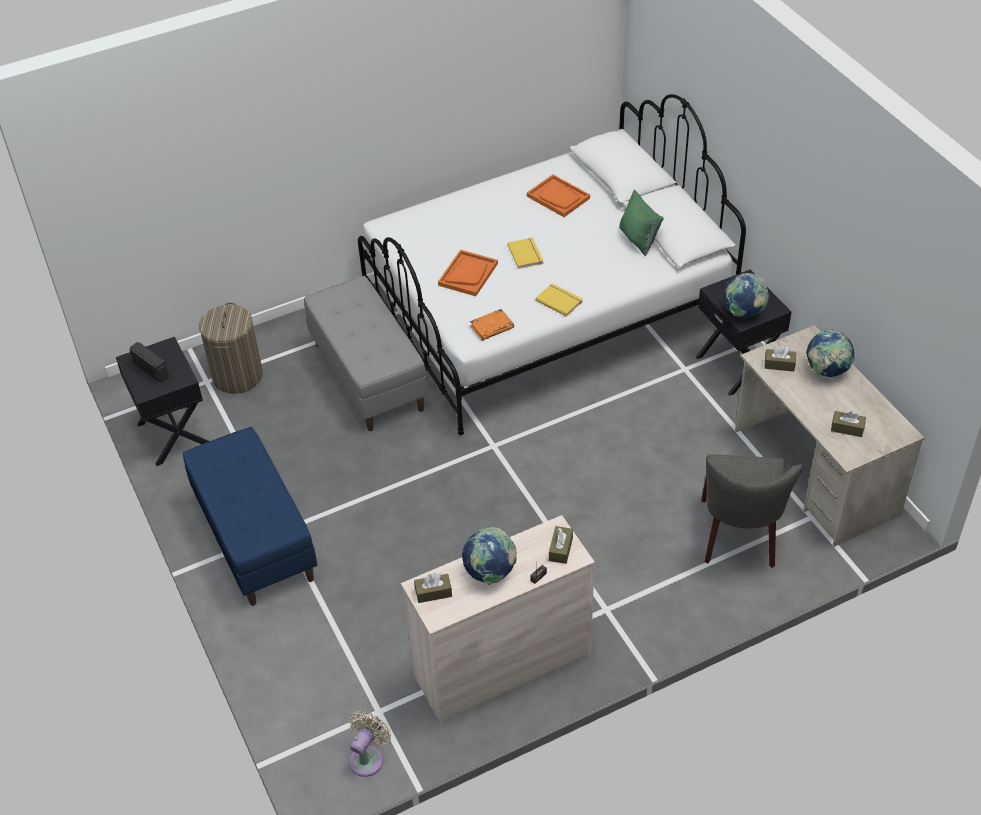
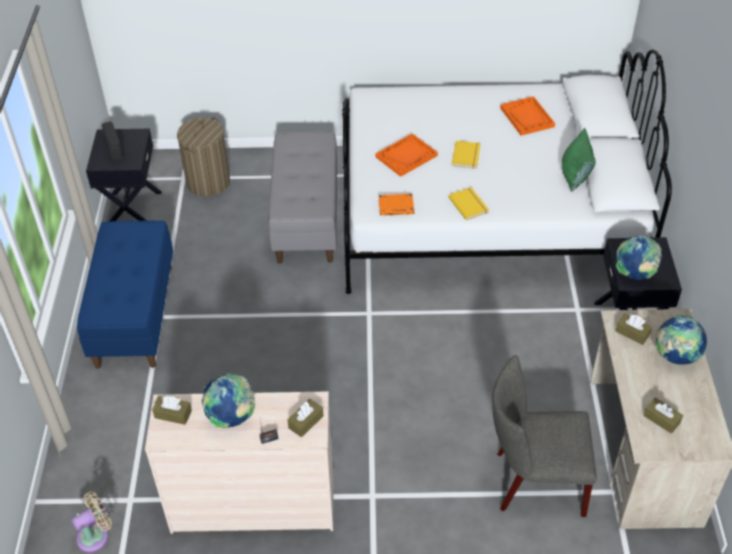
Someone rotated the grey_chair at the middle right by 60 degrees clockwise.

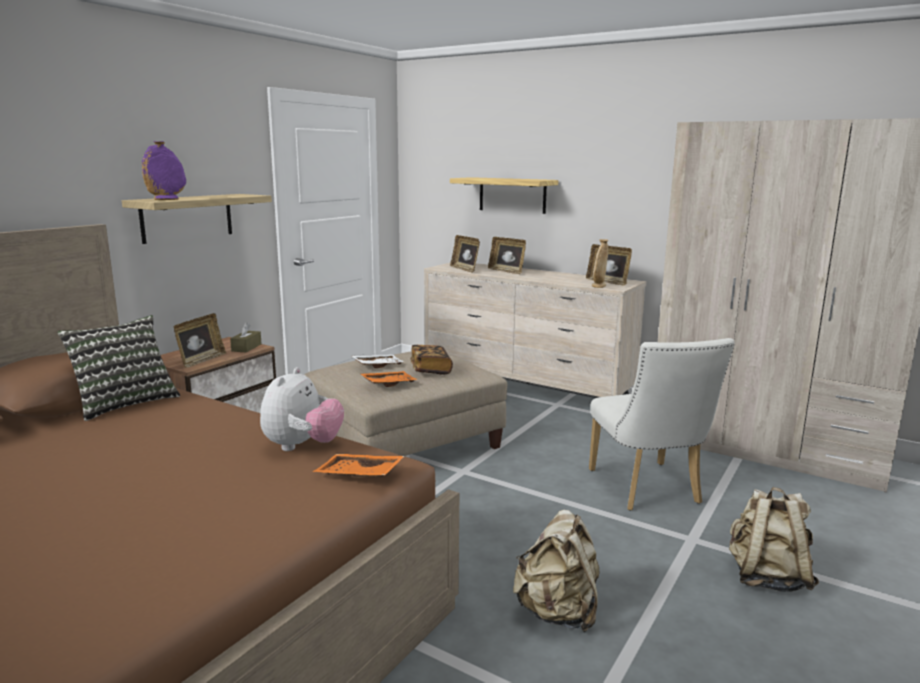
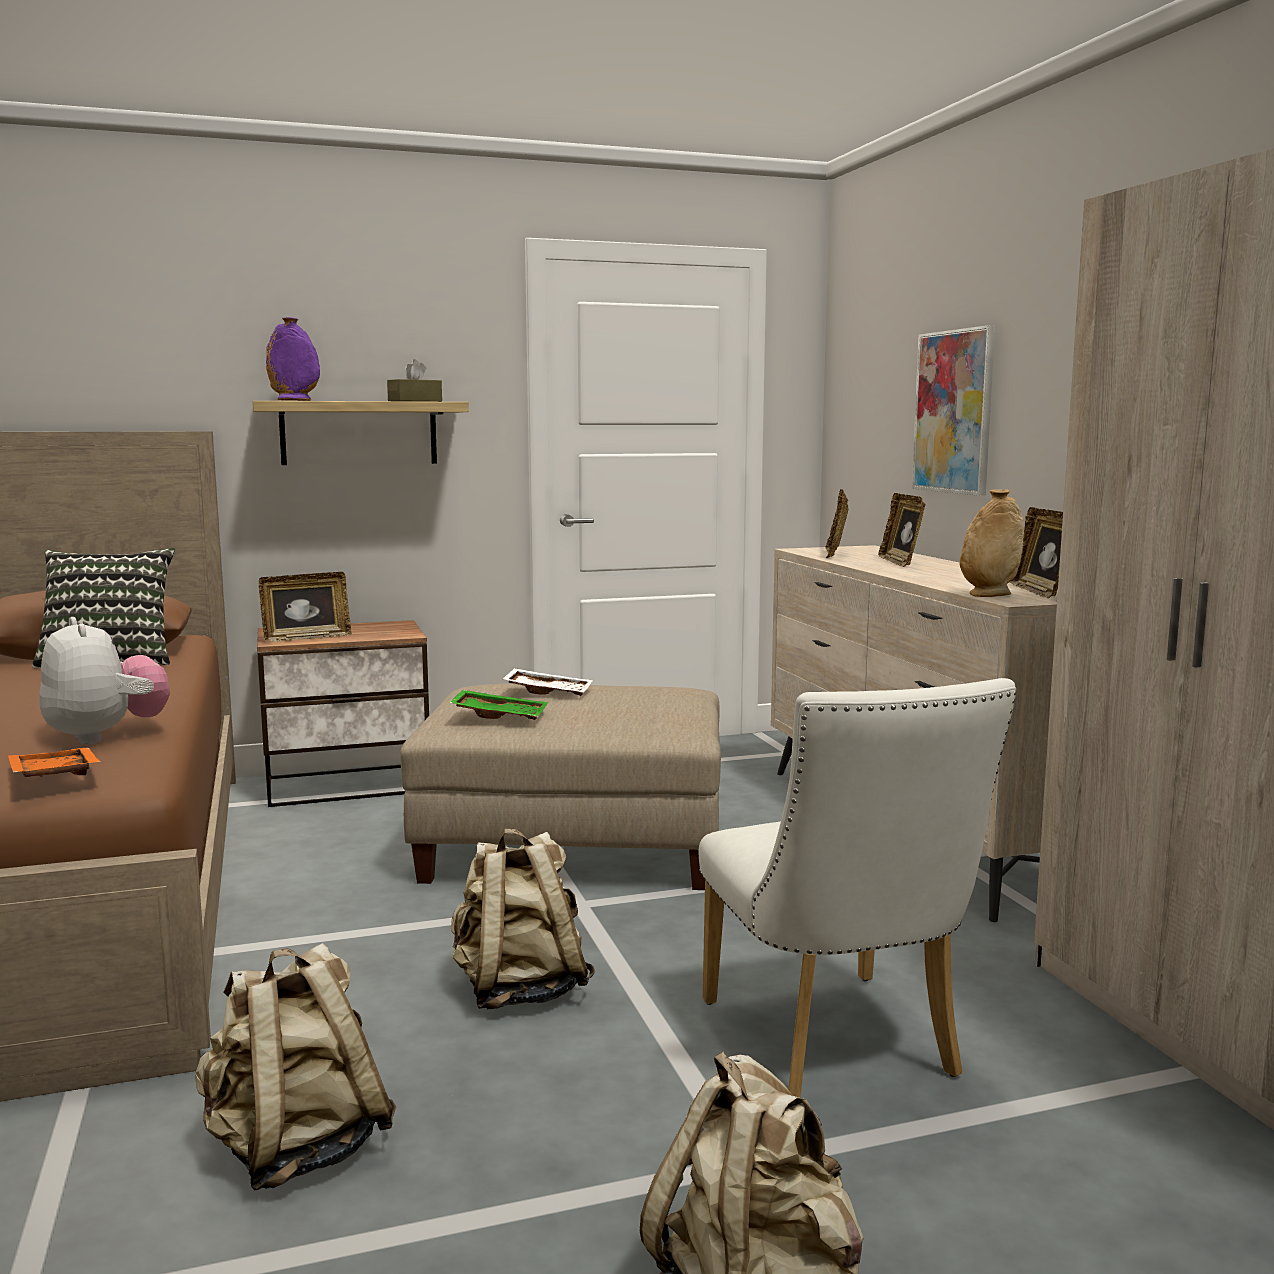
Someone took away the bound_book at the centre. Someone put down the sand-coloured_knapsack (no. 2 from left) at the bottom centre. Someone carried the brownish_tissue_holder from the middle left to the top left. Someone swapped the bracket_shelf (no. 2 from left) at the top centre for the wall_art at the top right. Someone repainted the orange-coloured_tray (no. 2 from left) at the centre, which became the green-coloured_tray at the centre. Someone rotated the soft_toy at the middle left by 90 degrees counterclockwise. Someone rotated the whitish_chair at the middle right by 45 degrees counterclockwise.

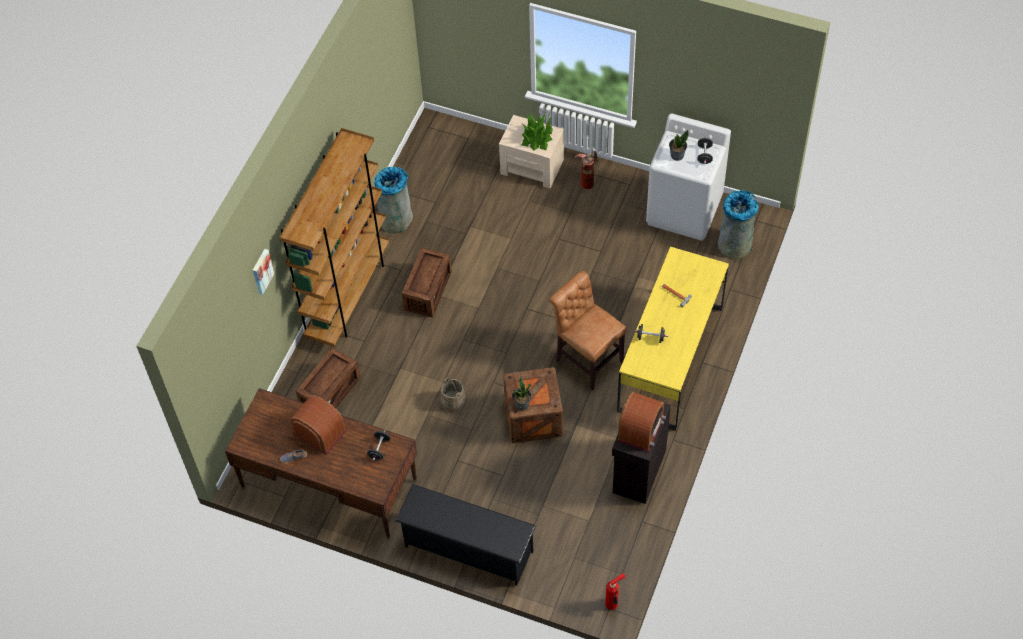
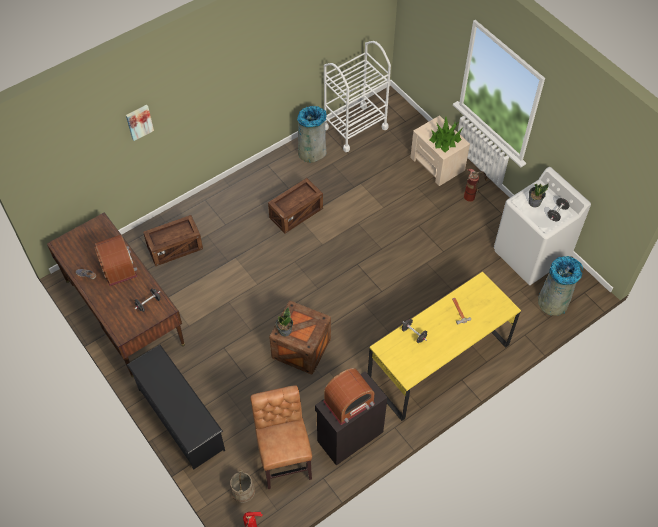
Someone took away the brownish_bookshelf at the middle left. Someone put down the whitish_trolley at the top centre. Someone carried the sand-coloured_pail from the centre to the bottom centre. Someone carried the brownish_chair from the centre to the bottom centre.

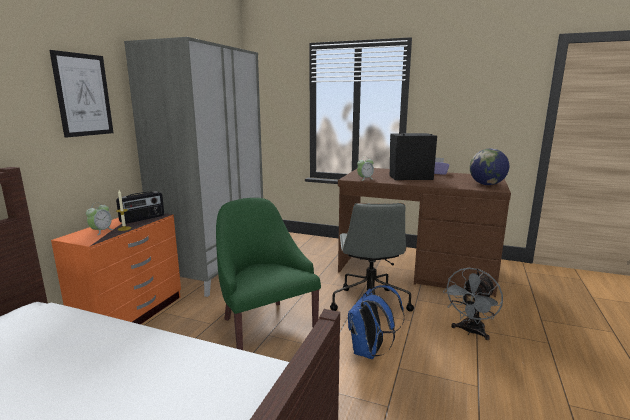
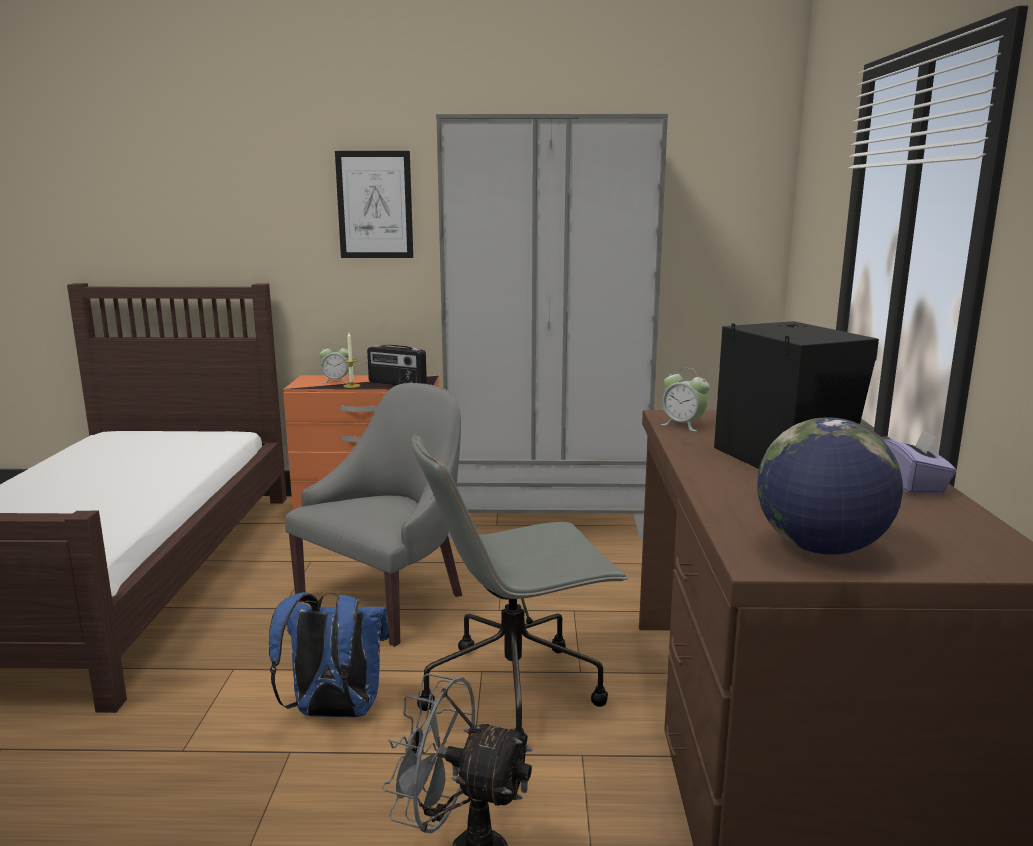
Someone repainted the green-coloured_easy_chair at the centre, which became the grey_easy_chair at the centre.

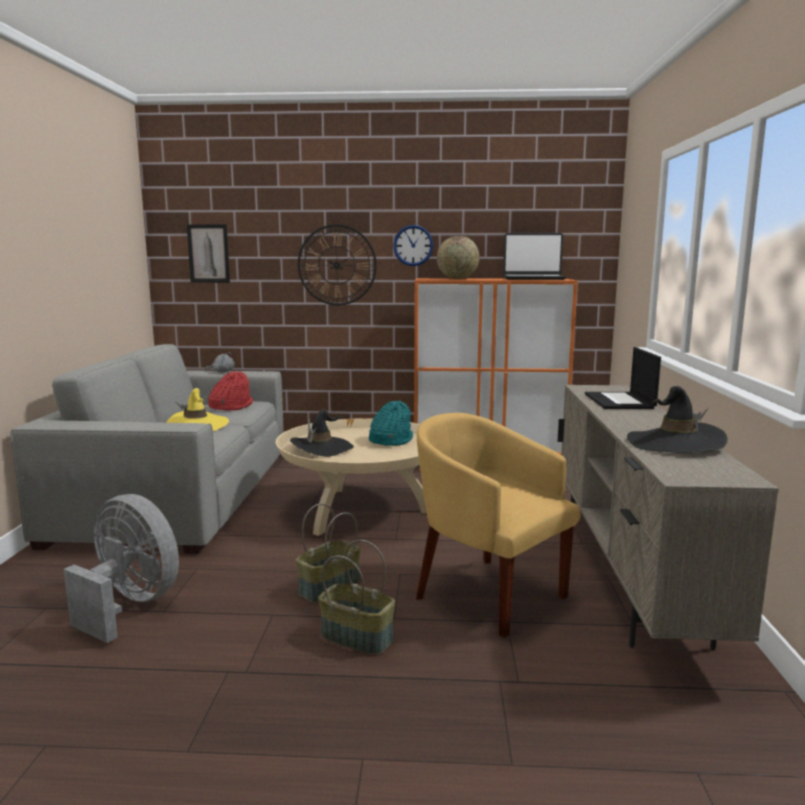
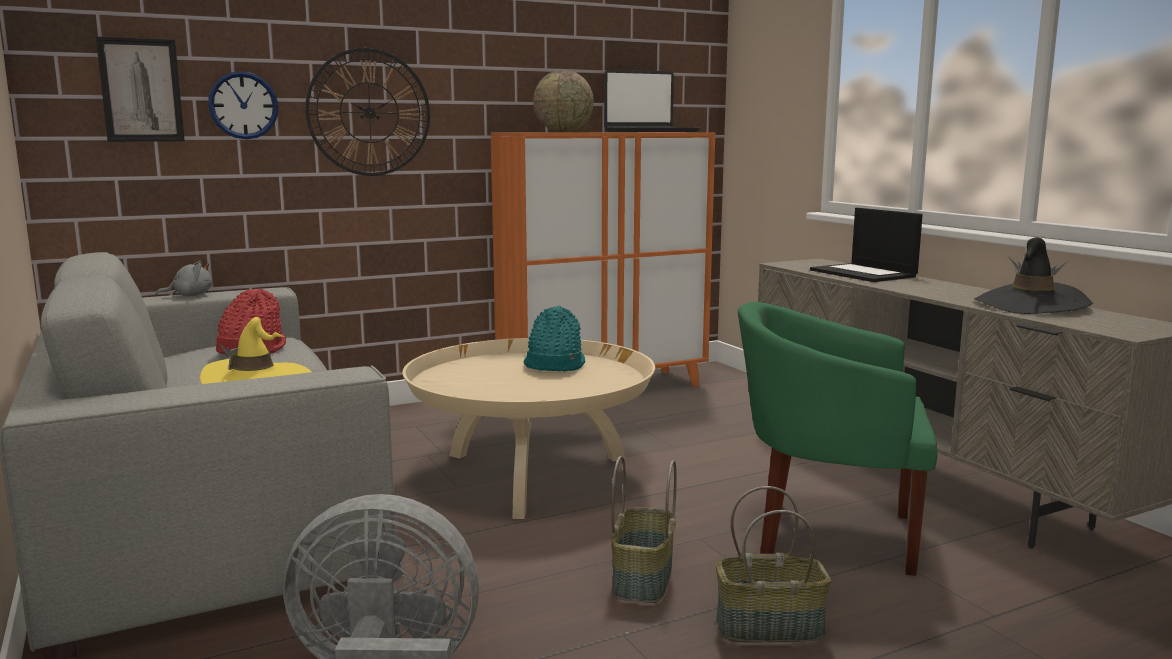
Someone took away the black-coloured_wearable_hat (no. 1 from left) at the centre. Someone carried the hanging_clock (no. 2 from left in the first image) from the top centre to the top left. Someone repainted the yellow-coloured_easy_chair at the centre, which became the green-coloured_easy_chair at the middle right.

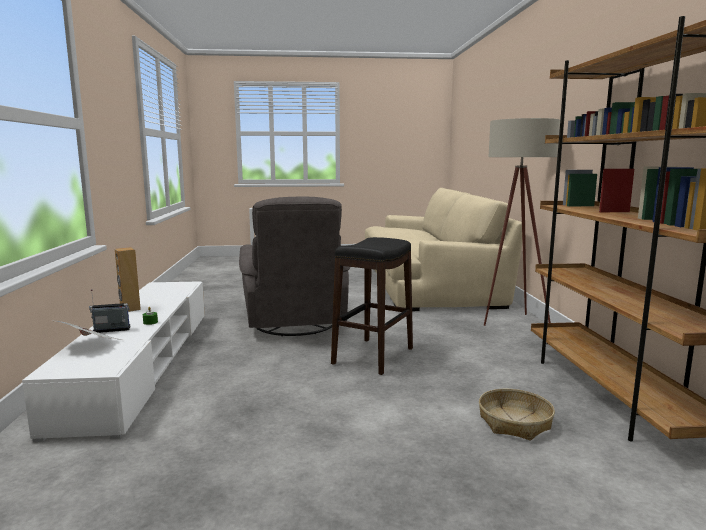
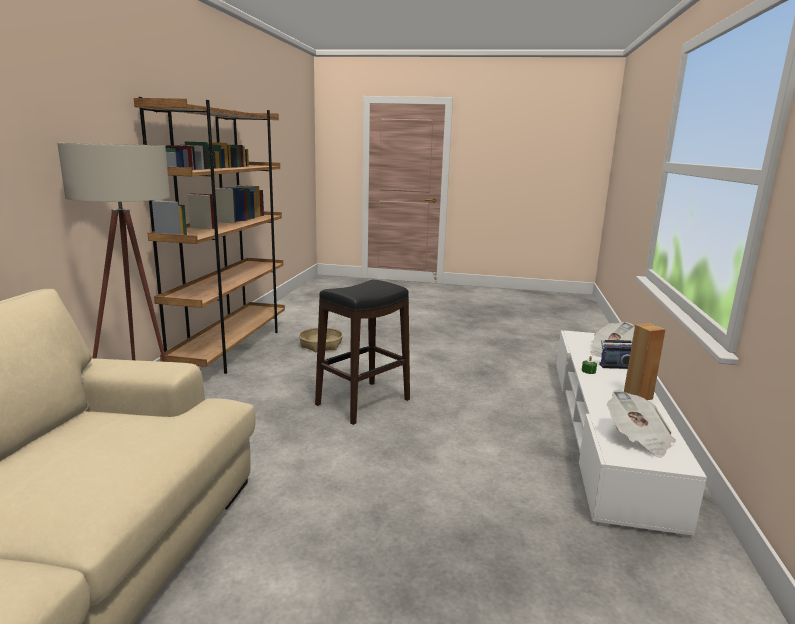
Someone took away the grey_easy_chair at the centre. Someone put down the printed_paper (no. 2 from left) at the bottom right.

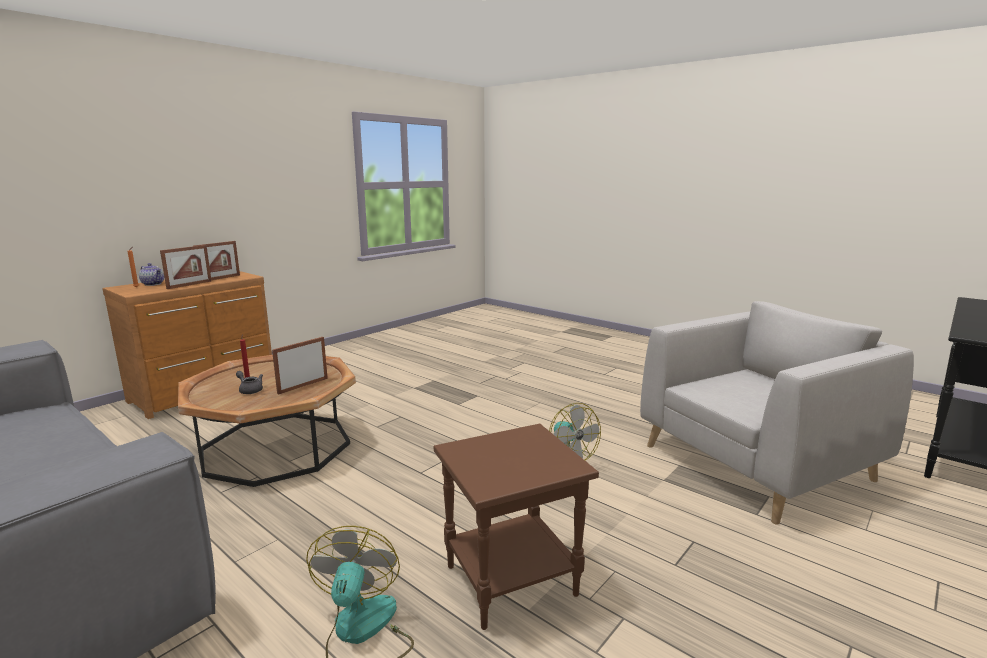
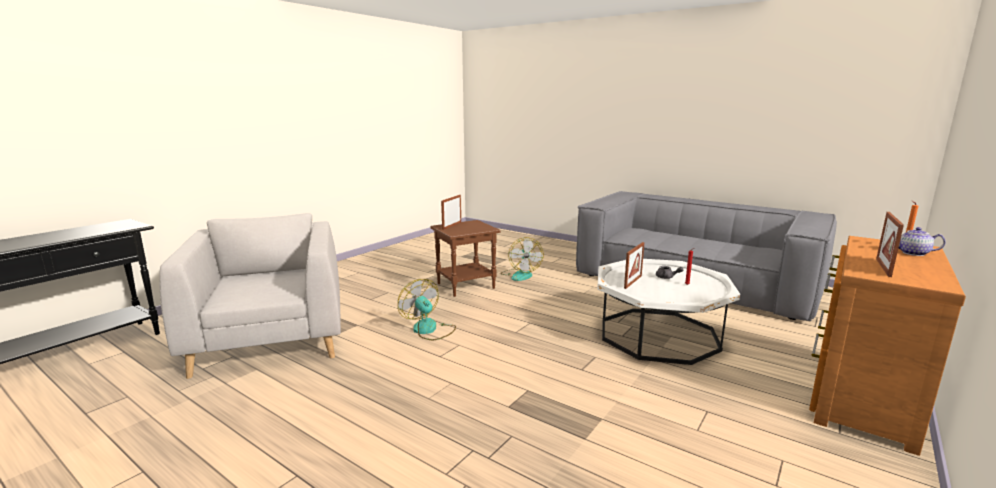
Someone carried the standing_frame (no. 1 from left) from the middle left to the centre. Someone repainted the brownish_lounge_table at the middle left, which became the whitish_lounge_table at the middle right. Someone rotated the grey_easy_chair at the middle right by 105 degrees clockwise.

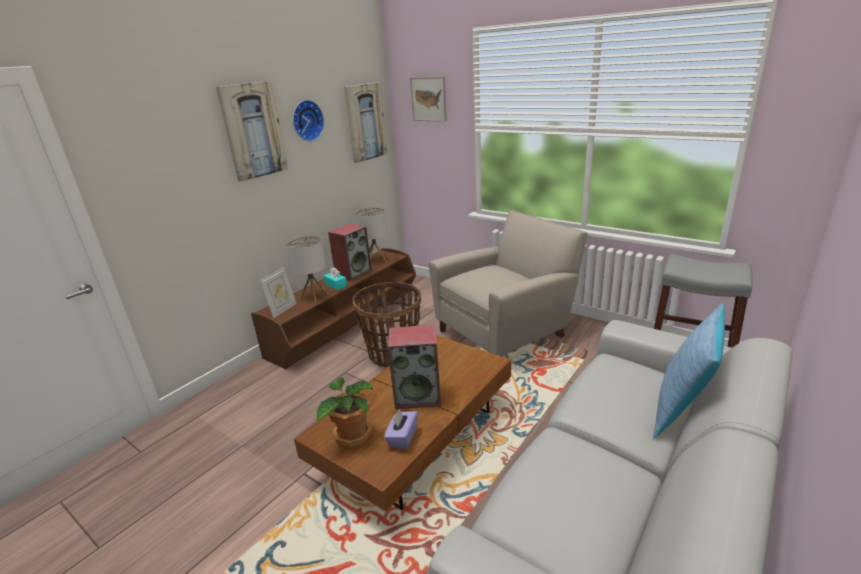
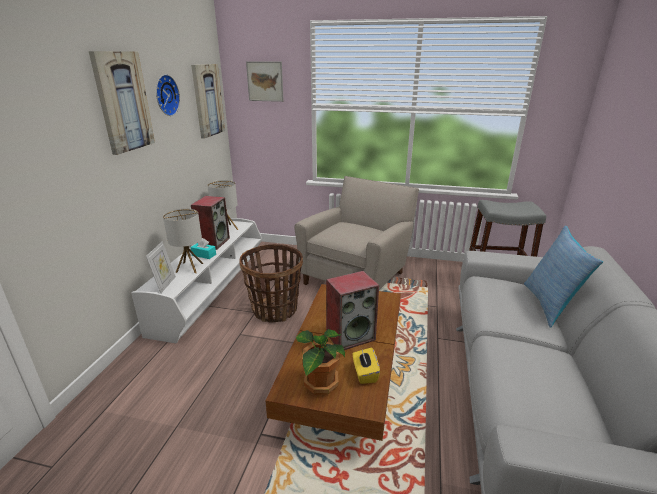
Someone repainted the brownish_media_console at the centre, which became the whitish_media_console at the middle left. Someone repainted the purple_tissue_holder at the bottom centre, which became the yellow-coloured_tissue_holder at the bottom centre.

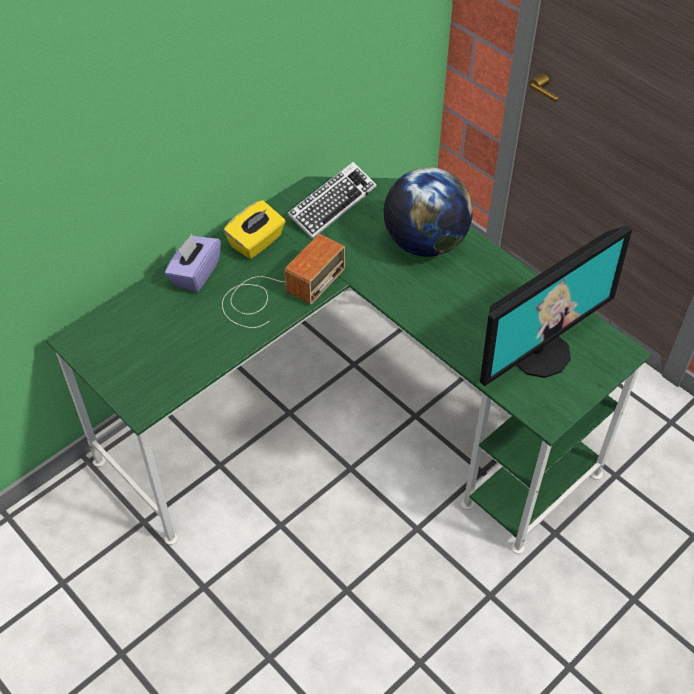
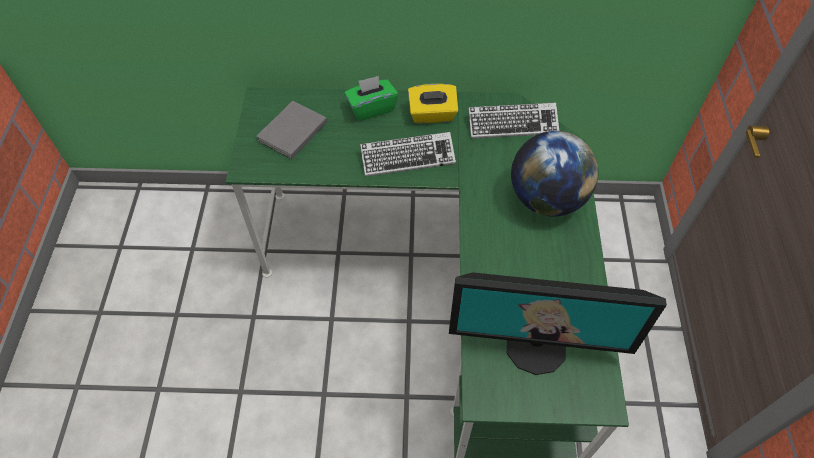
Someone put down the grey_bound_book at the top centre. Someone swapped the radio_set at the centre for the keyboard (no. 1 from left) at the centre. Someone repainted the purple_tissue_holder at the middle left, which became the green-coloured_tissue_holder at the top centre.

